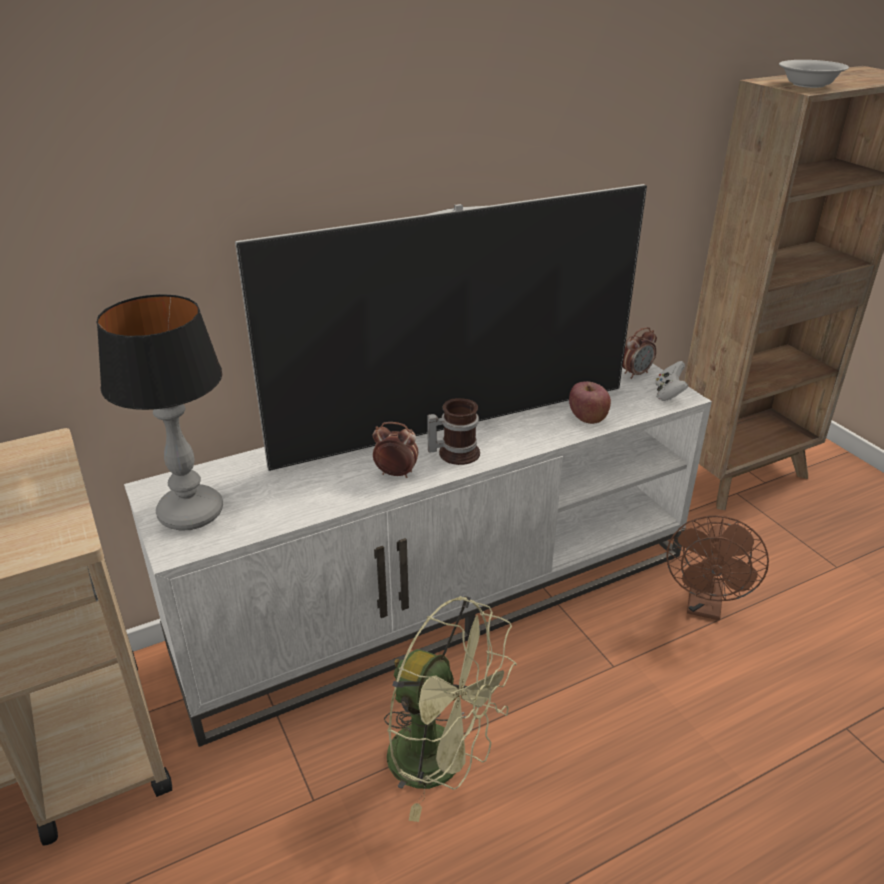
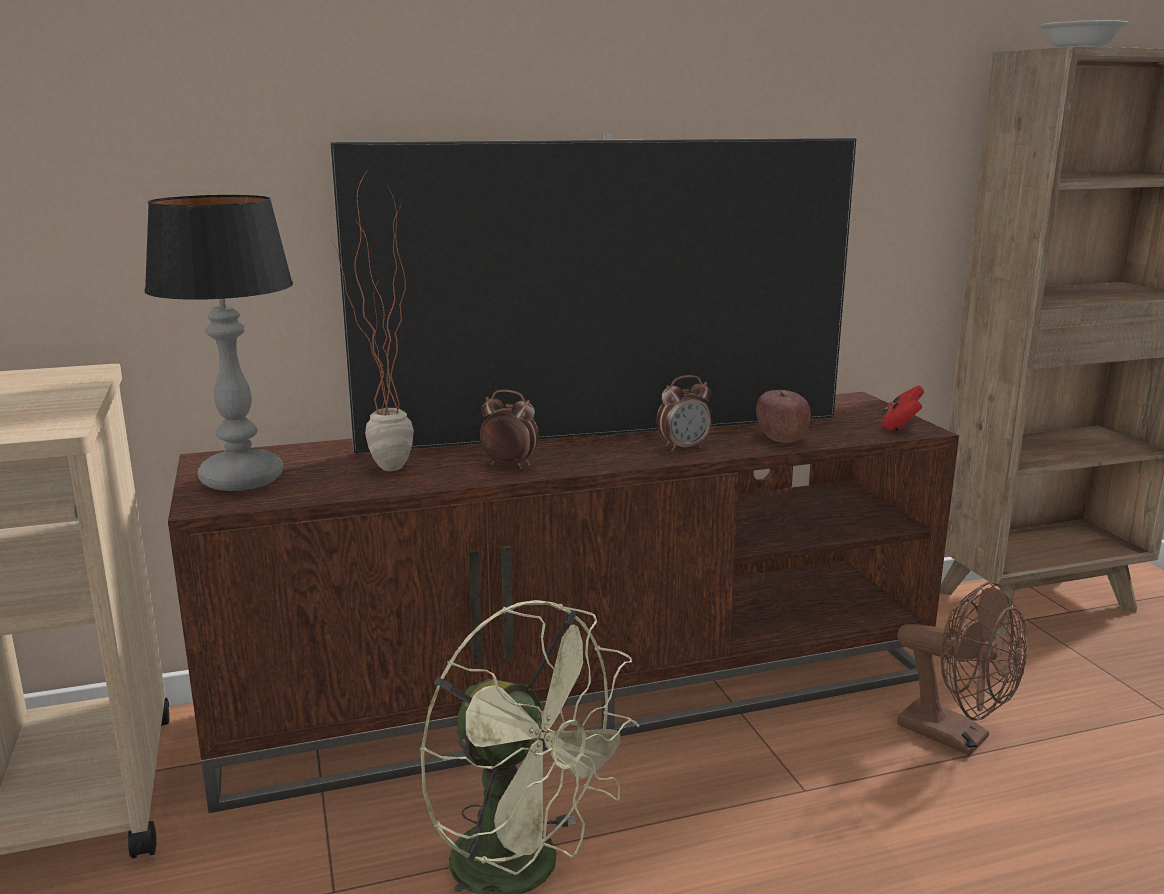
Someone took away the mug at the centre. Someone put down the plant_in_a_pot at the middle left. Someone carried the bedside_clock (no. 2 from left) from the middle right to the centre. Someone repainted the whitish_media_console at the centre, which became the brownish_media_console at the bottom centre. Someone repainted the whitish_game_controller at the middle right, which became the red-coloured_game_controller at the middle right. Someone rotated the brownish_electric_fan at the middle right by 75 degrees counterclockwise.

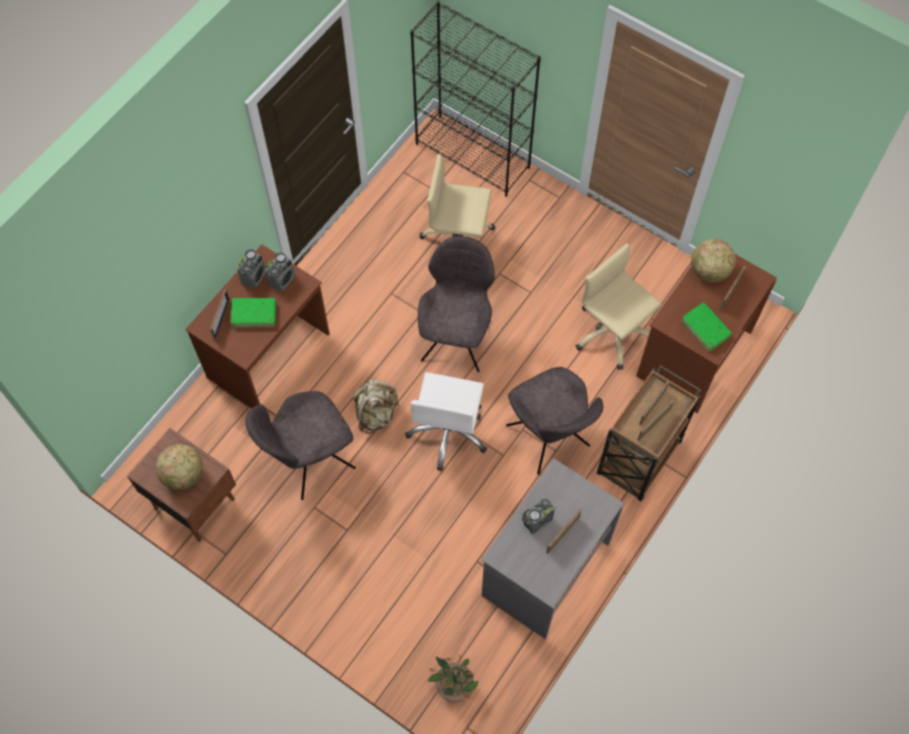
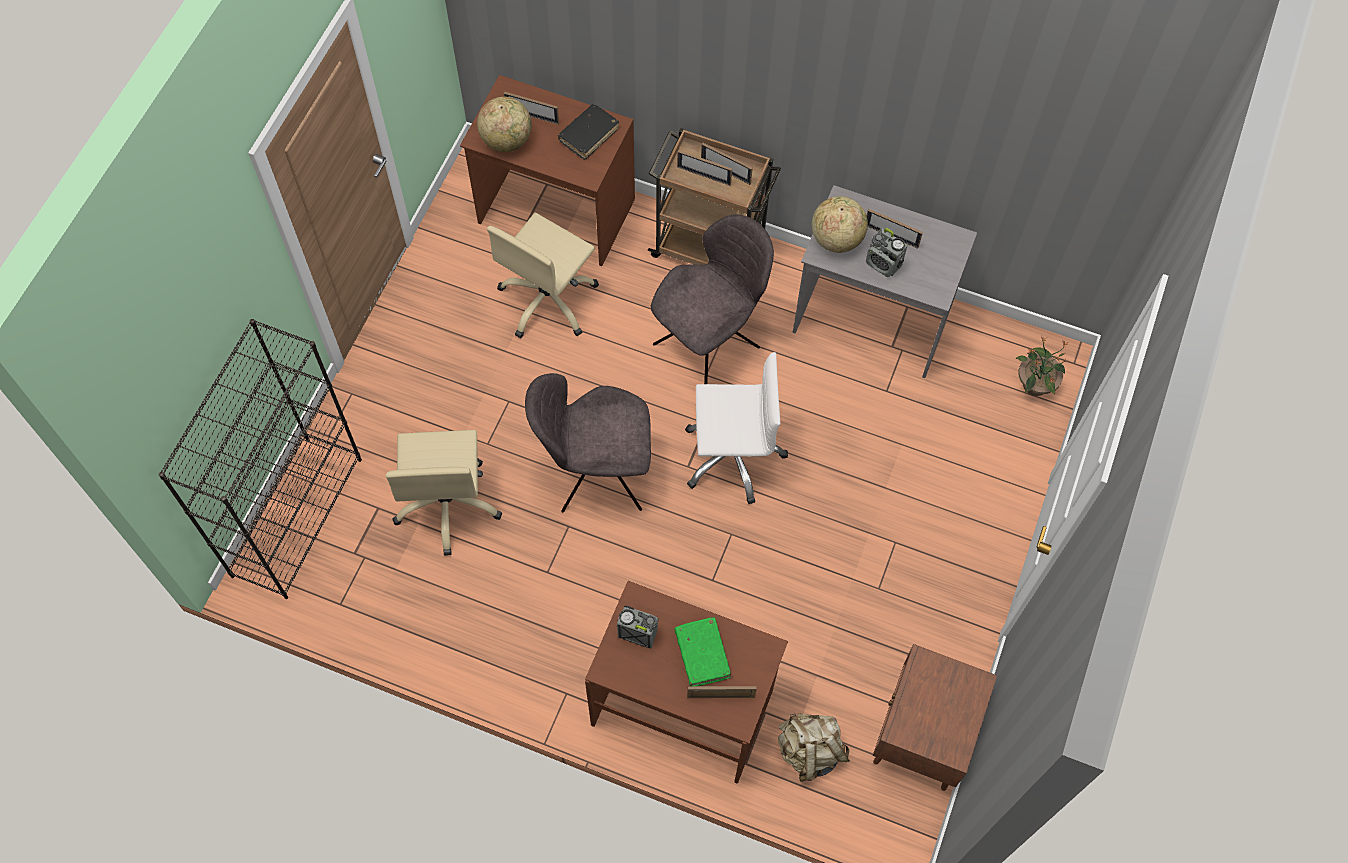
Someone took away the radio_set (no. 1 from left) at the middle left. Someone took away the grey_chair (no. 1 from left) at the middle left. Someone carried the desk_globe (no. 1 from left in the first image) from the middle left to the top centre. Someone carried the sand-coloured_knapsack from the centre to the bottom centre. Someone repainted the green-coloured_bound_book (no. 2 from left) at the middle right, which became the black-coloured_bound_book at the top centre.

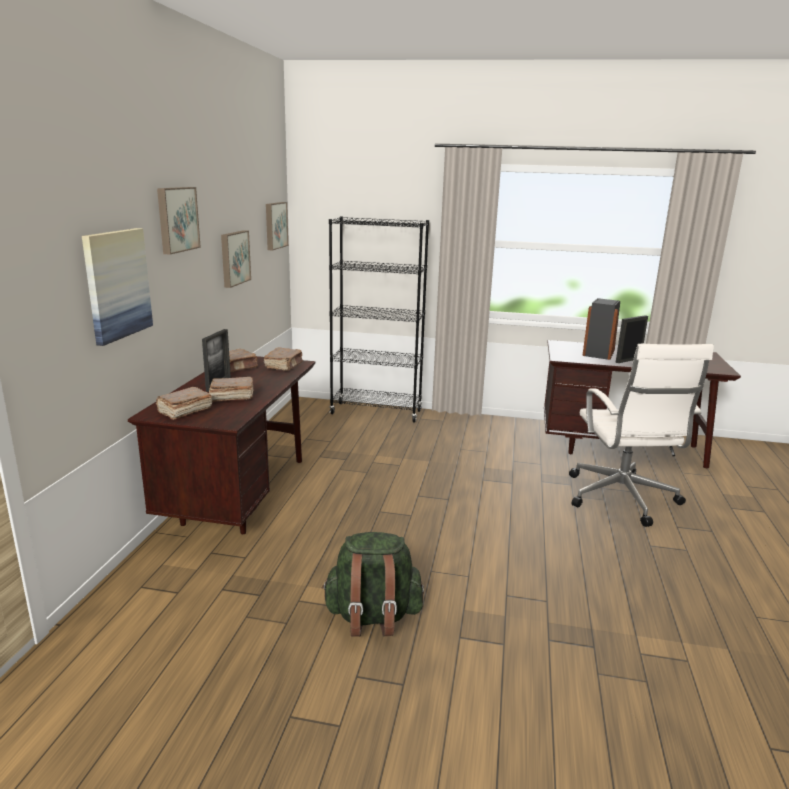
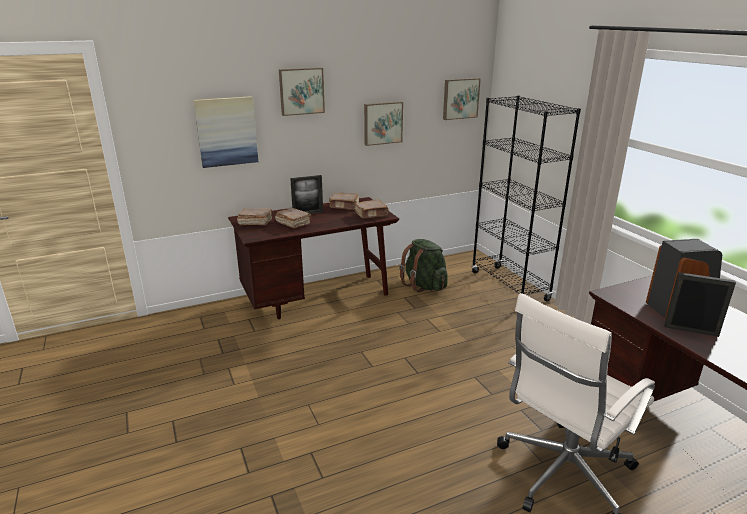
Someone carried the green-coloured_knapsack from the bottom centre to the centre.

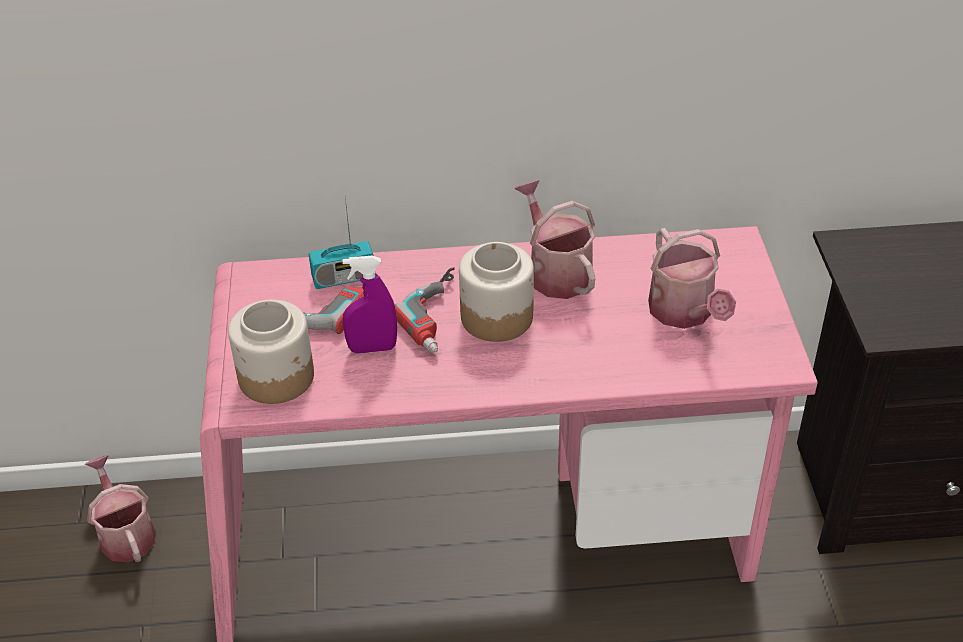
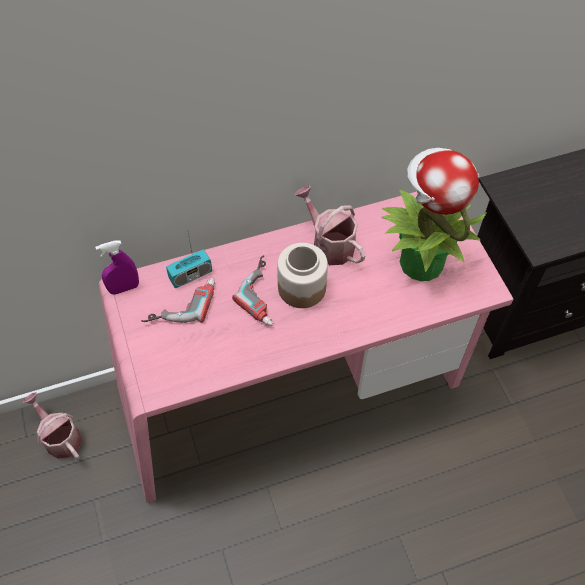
Someone took away the storage_jar (no. 1 from left) at the middle left. Someone carried the purple_hand_sprayer from the centre to the middle left. Someone swapped the sprinkling_can (no. 3 from left) at the middle right for the plant_in_a_pot at the middle right.

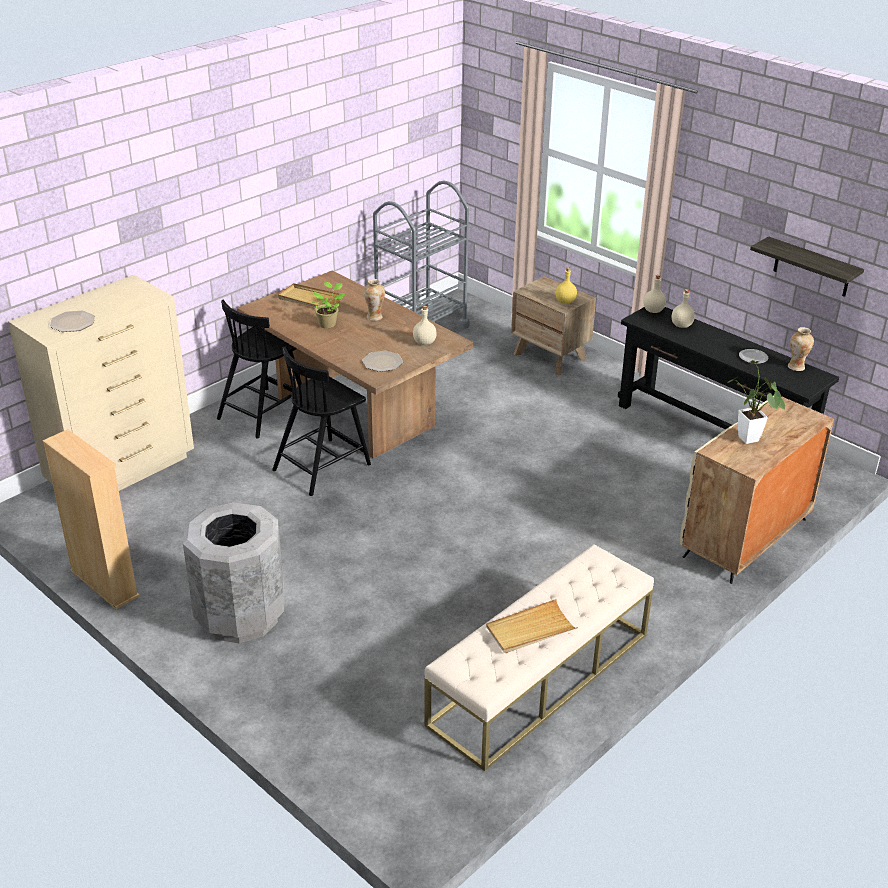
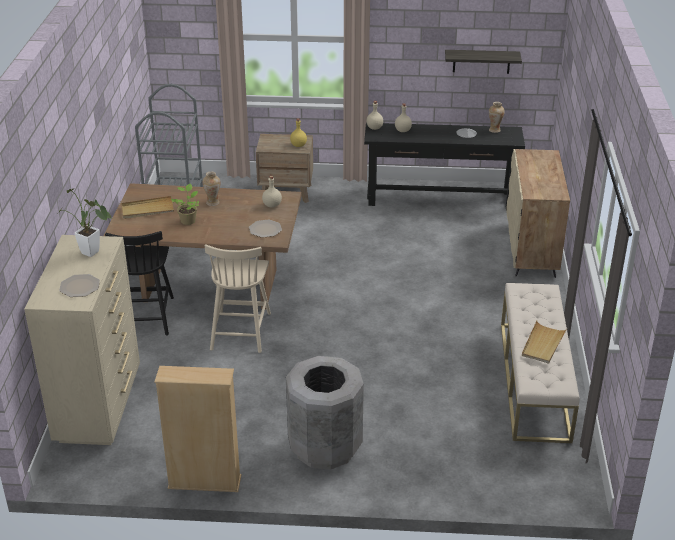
Someone carried the plant_in_a_pot (no. 2 from left in the first image) from the middle right to the middle left. Someone repainted the black-coloured_chair (no. 2 from left) at the centre, which became the sand-coloured_chair at the centre.

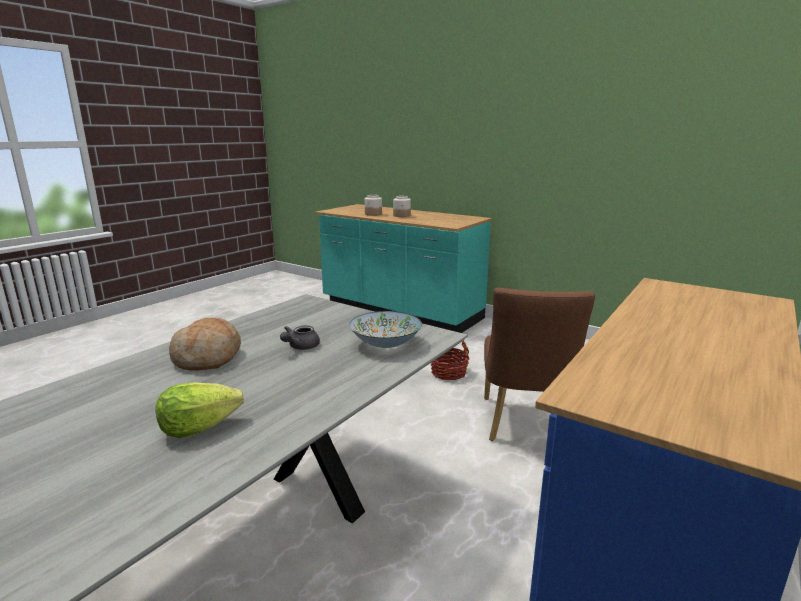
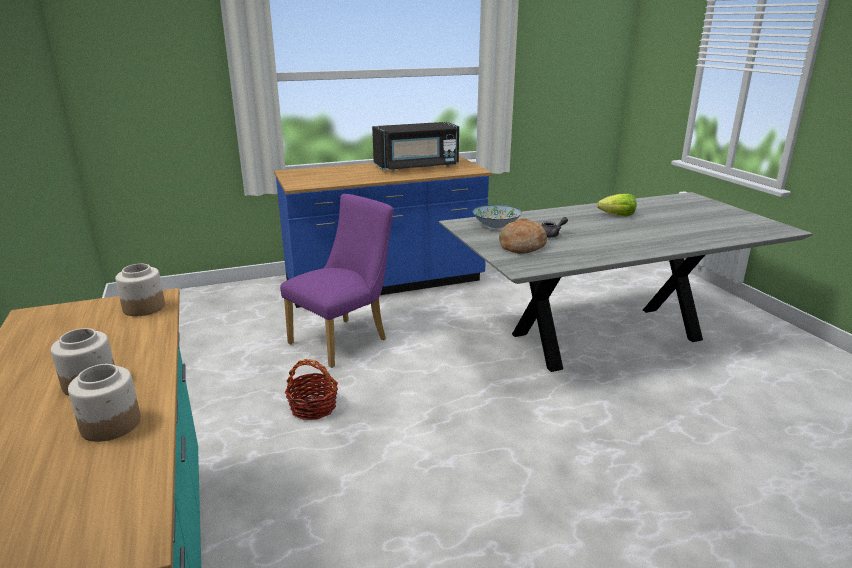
Someone put down the storage_jar (no. 3 from left) at the middle left. Someone put down the black-coloured_microwave_oven at the top centre. Someone carried the bread from the middle left to the centre. Someone repainted the brownish_chair at the middle right, which became the purple_chair at the centre.

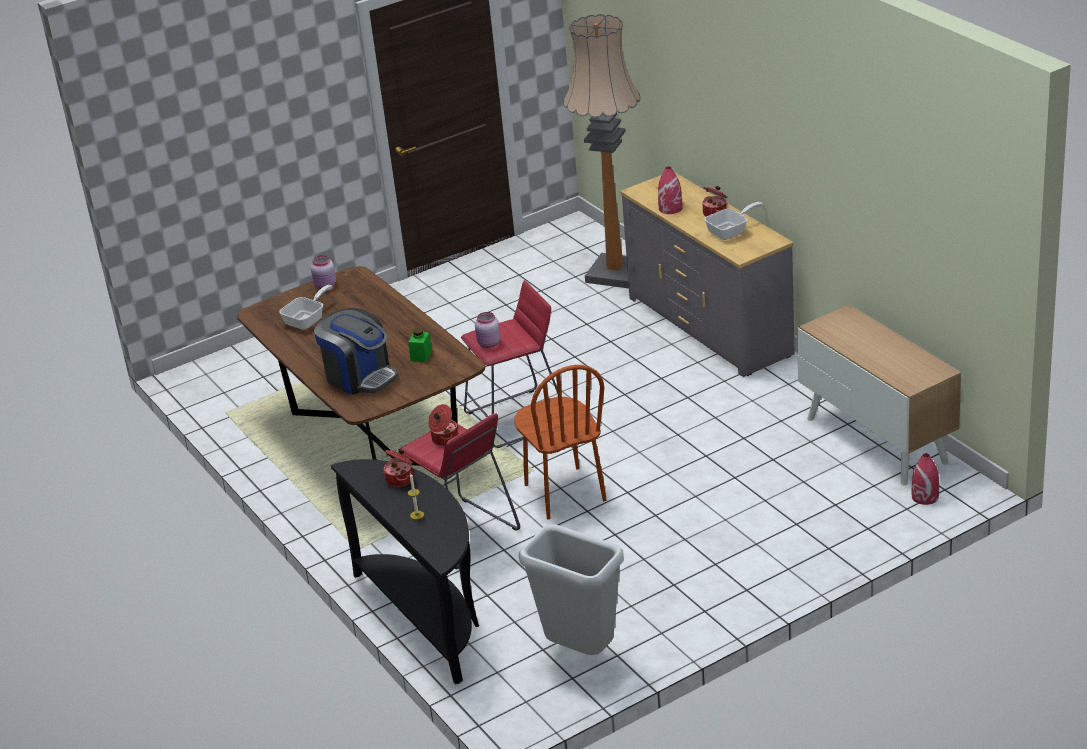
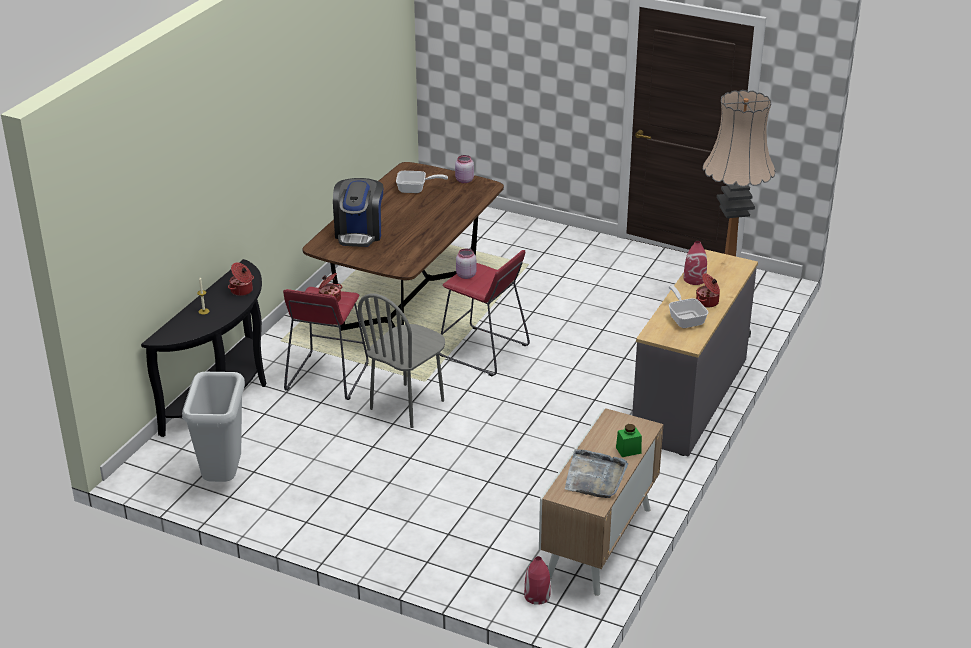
Someone put down the grey_tray at the bottom centre. Someone carried the green-coloured_storage_jar from the centre to the bottom centre. Someone repainted the brownish_chair at the centre, which became the grey_chair at the centre. Someone rotated the pan (no. 2 from left) at the top right by 135 degrees counterclockwise.

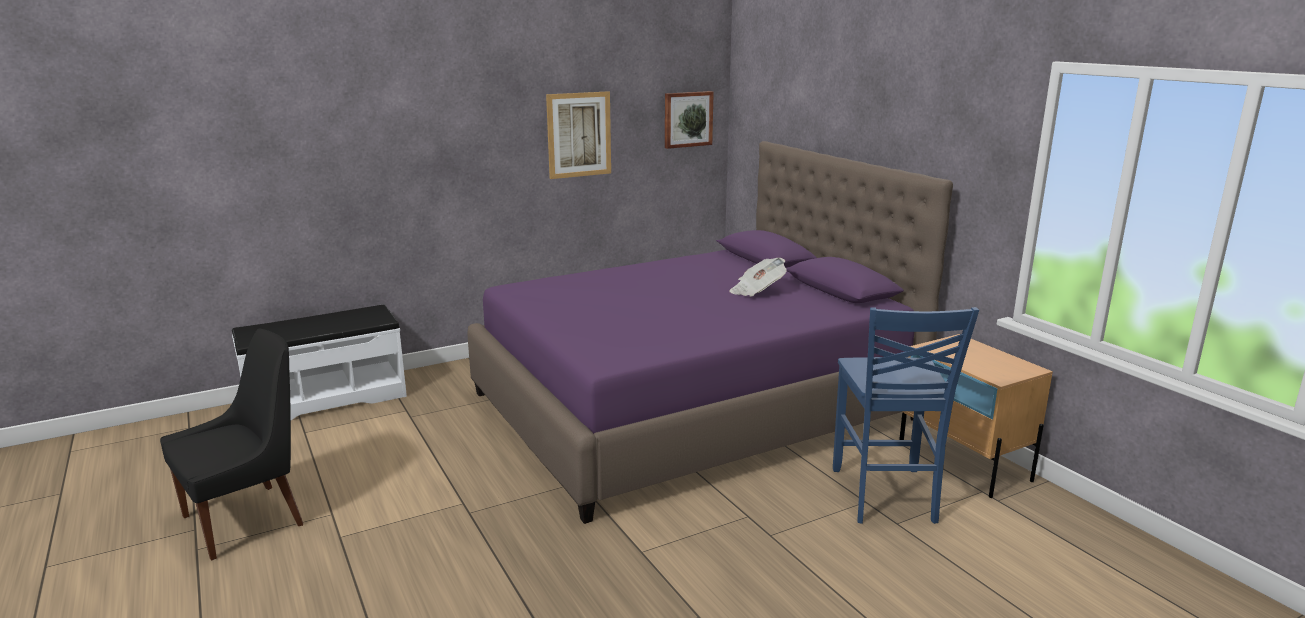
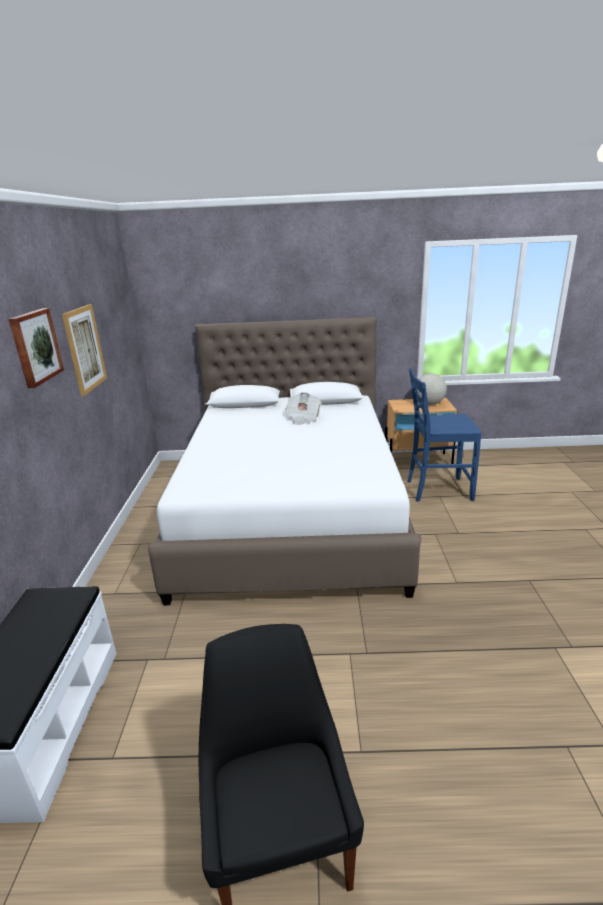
Someone put down the desk_globe at the middle right. Someone carried the wall_art (no. 2 from left in the first image) from the top centre to the middle left. Someone repainted the purple_bed at the centre, which became the whitish_bed at the centre. Someone rotated the bluish_chair at the bottom right by 150 degrees clockwise.

